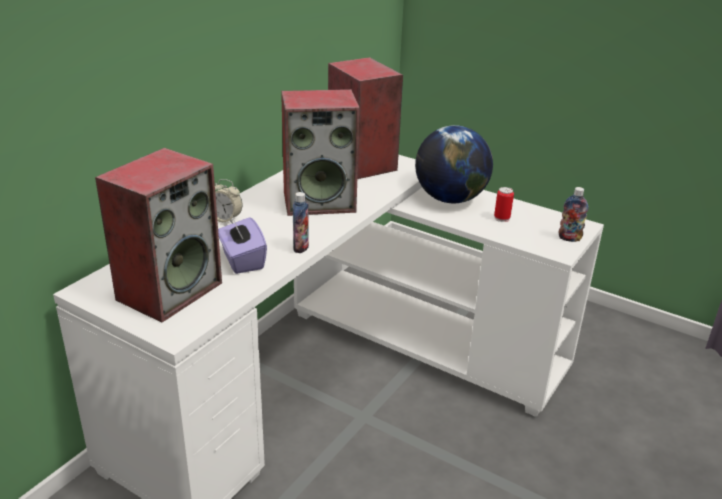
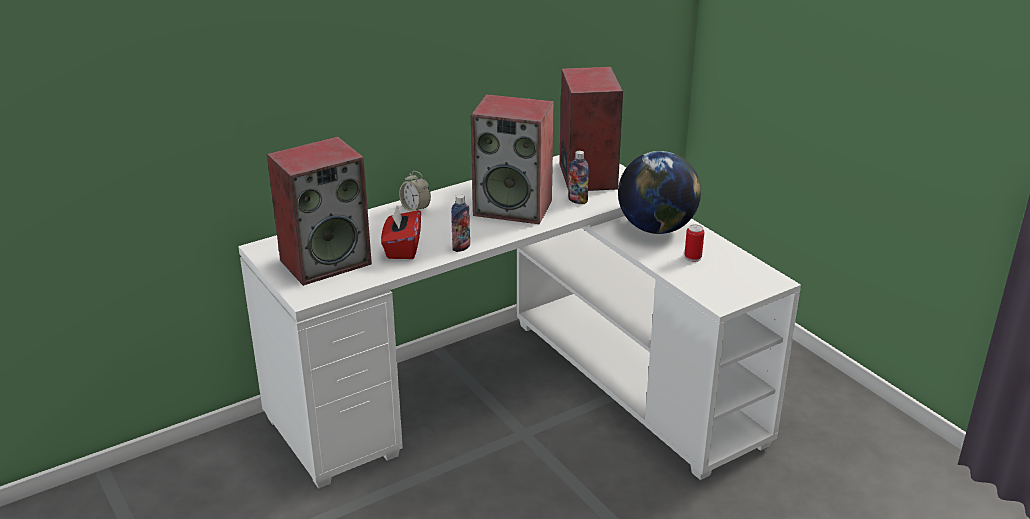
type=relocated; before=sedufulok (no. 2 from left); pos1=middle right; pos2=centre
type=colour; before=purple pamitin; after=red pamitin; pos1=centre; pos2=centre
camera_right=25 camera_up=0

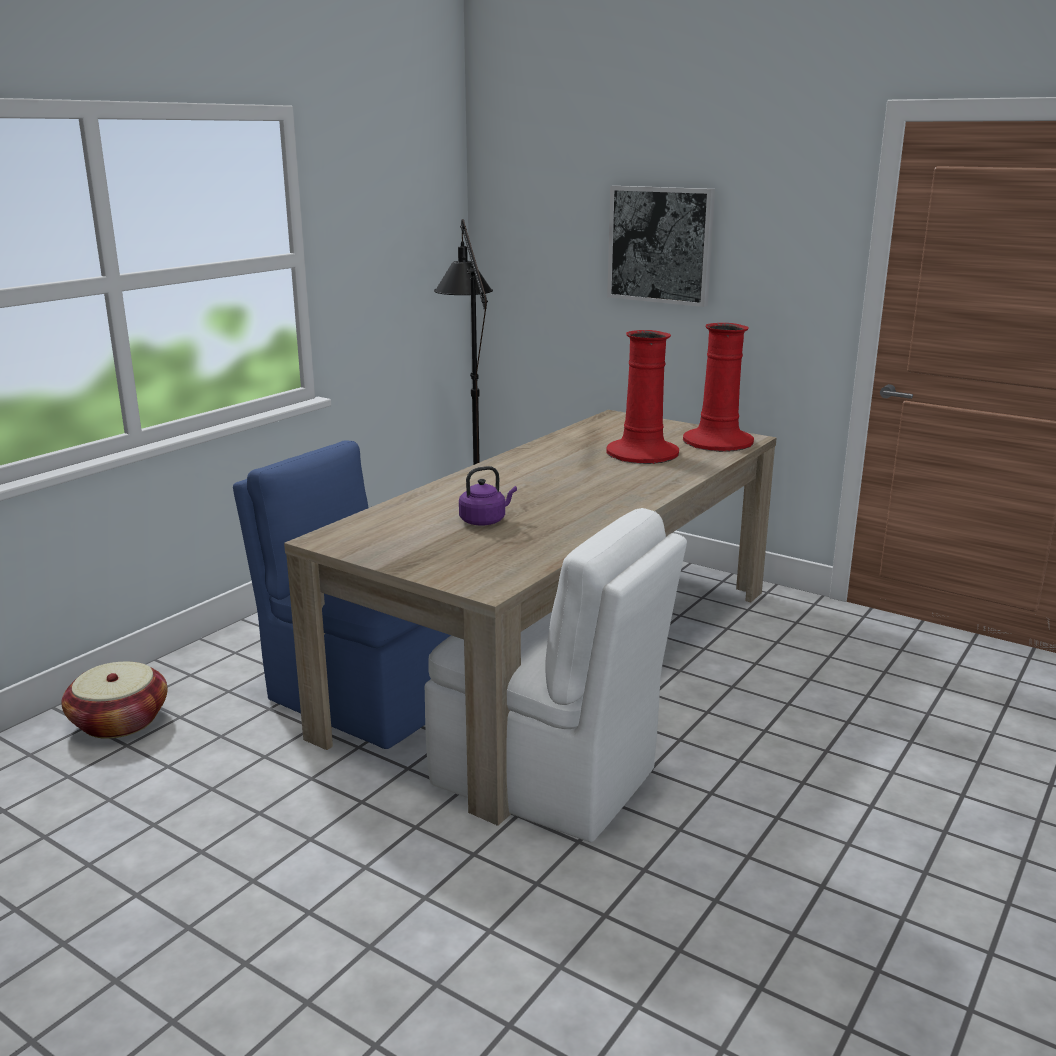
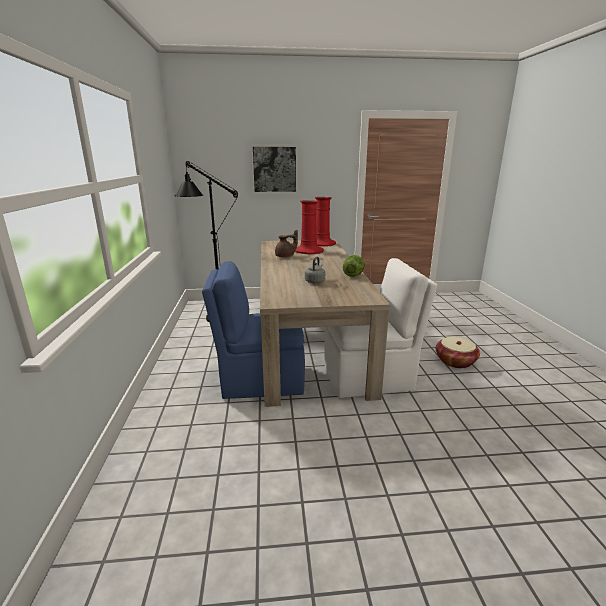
type=colour; before=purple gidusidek; after=grey gidusidek; pos1=centre; pos2=centre
type=relocated; before=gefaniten; pos1=middle left; pos2=middle right
type=appeared; after=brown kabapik; pos2=centre
type=appeared; after=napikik; pos2=centre
camera_right=-40 camera_up=0

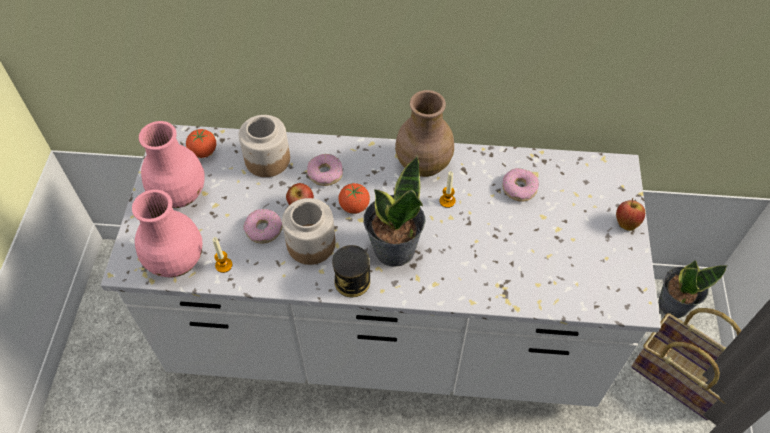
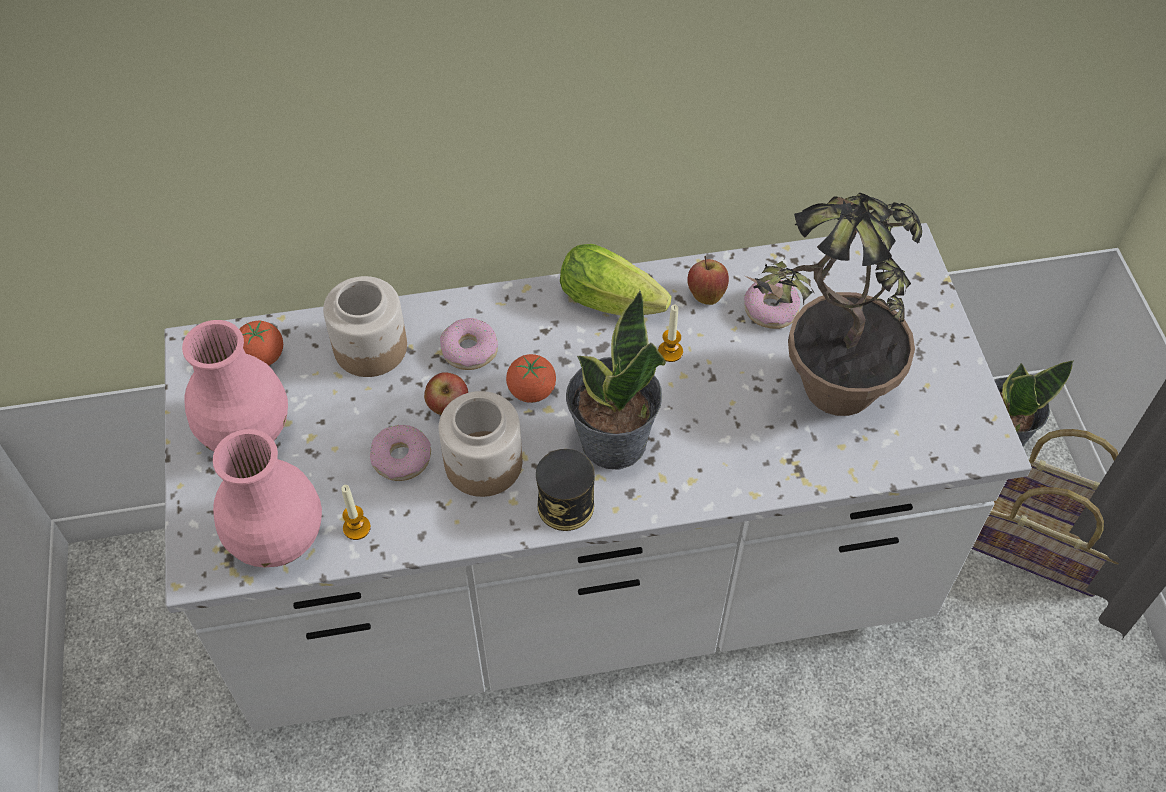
type=exchanged; before=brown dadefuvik; after=napikik; pos1=top centre; pos2=centre
type=relocated; before=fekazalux (no. 2 from left); pos1=middle right; pos2=centre
type=appeared; after=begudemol (no. 2 from left); pos2=middle right
camera_right=-15 camera_up=0

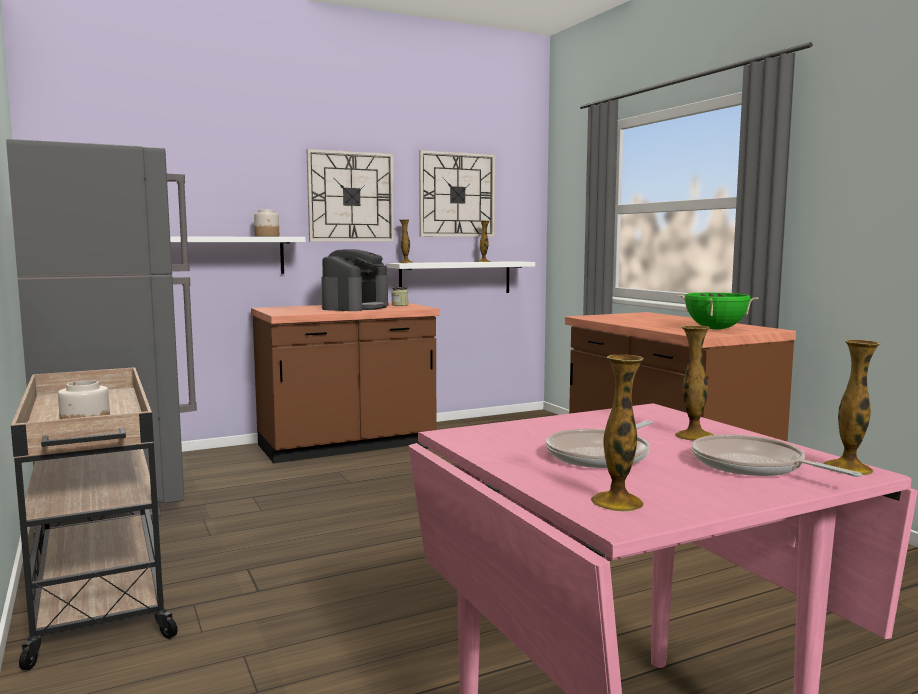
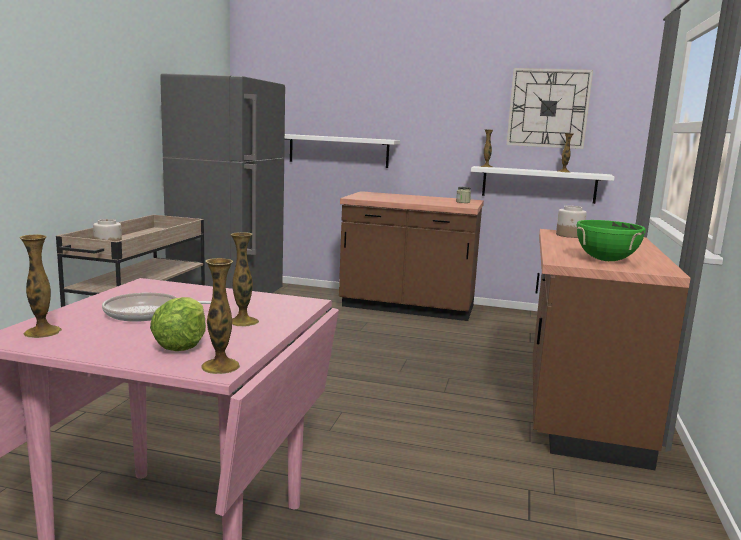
type=missing; before=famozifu (no. 1 from left); pos1=top centre
type=relocated; before=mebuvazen (no. 2 from left in the first image); after=mebuvazen (no. 3 from left); pos1=top left; pos2=middle right
type=missing; before=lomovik; pos1=centre
type=exchanged; before=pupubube (no. 2 from left); after=napikik; pos1=middle right; pos2=middle left
camera_right=40 camera_up=5

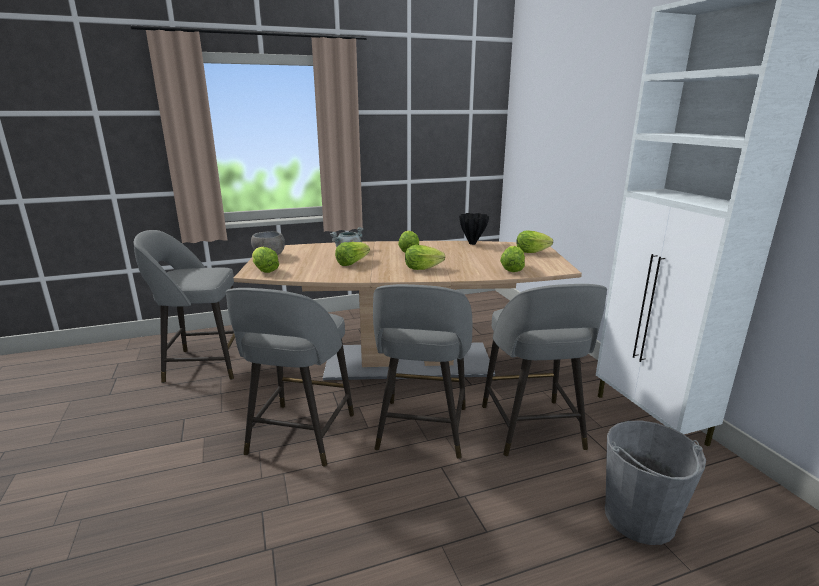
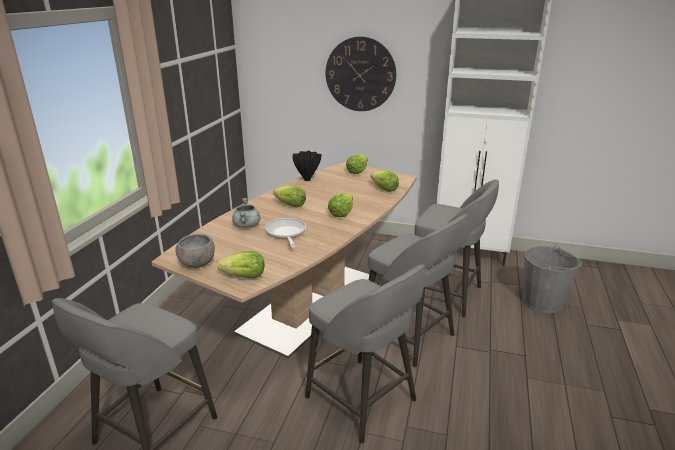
type=exchanged; before=napikik (no. 2 from left); after=pupubube; pos1=centre; pos2=centre
type=appeared; after=famozifu; pos2=top centre
camera_right=-55 camera_up=5

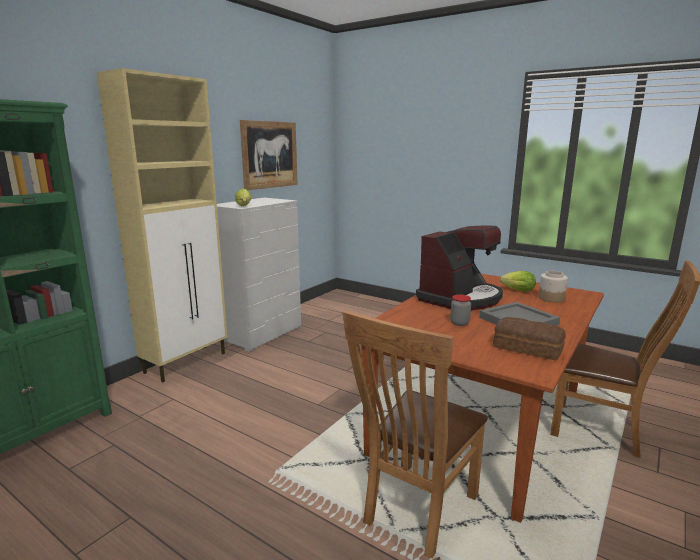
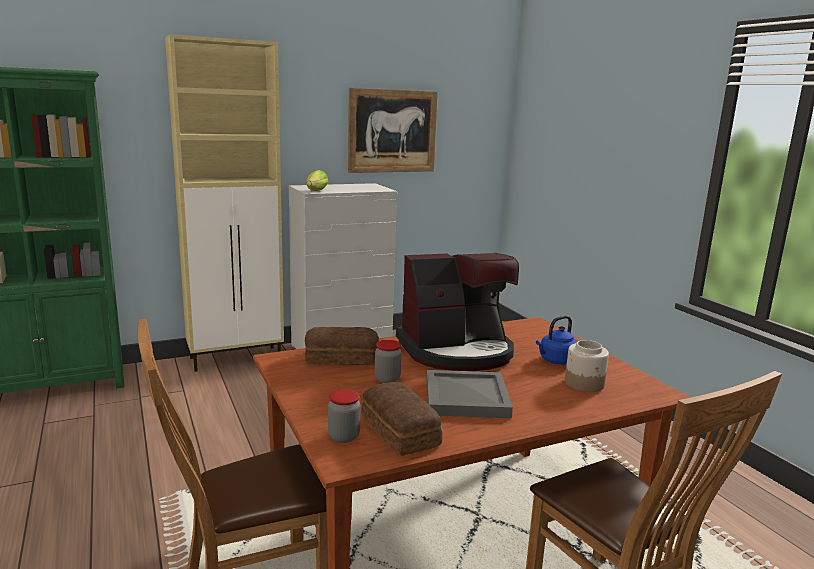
type=exchanged; before=napikik (no. 2 from left); after=blue gidusidek; pos1=middle right; pos2=middle right
type=appeared; after=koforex (no. 1 from left); pos2=centre
type=appeared; after=mebuvazen (no. 1 from left); pos2=bottom centre
camera_right=30 camera_up=0

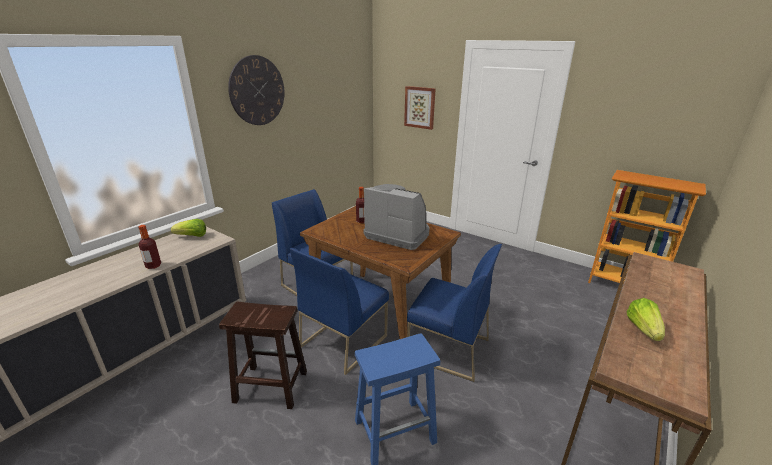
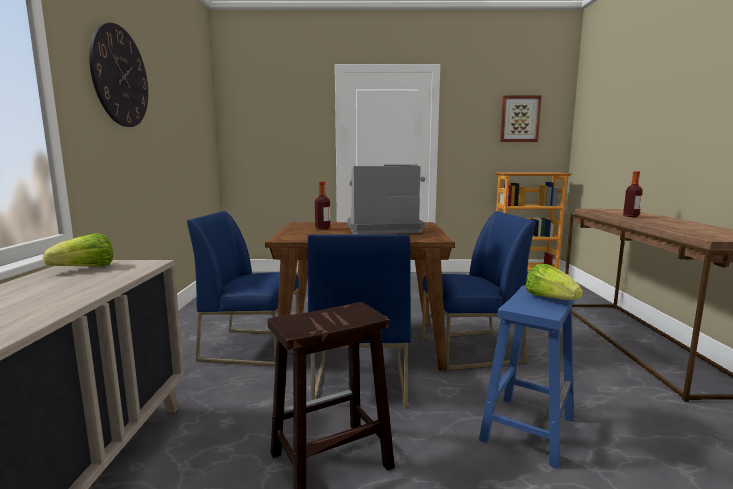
type=relocated; before=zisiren; pos1=top centre; pos2=top right
type=relocated; before=sedufulok (no. 1 from left in the first image); after=sedufulok (no. 2 from left); pos1=middle left; pos2=middle right
type=relocated; before=napikik (no. 2 from left); pos1=bottom right; pos2=middle right
camera_right=-35 camera_up=-15

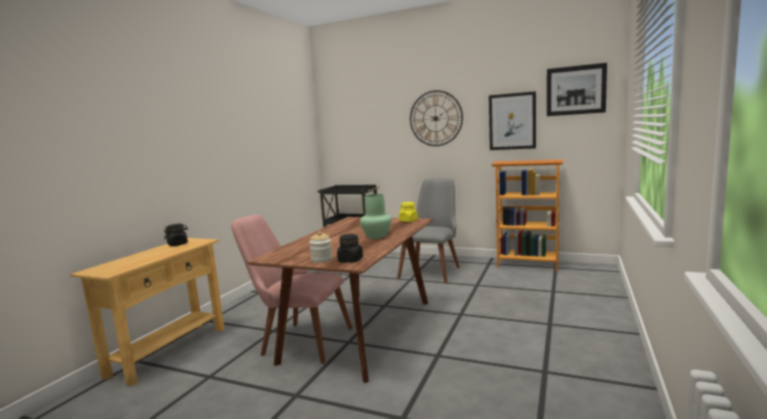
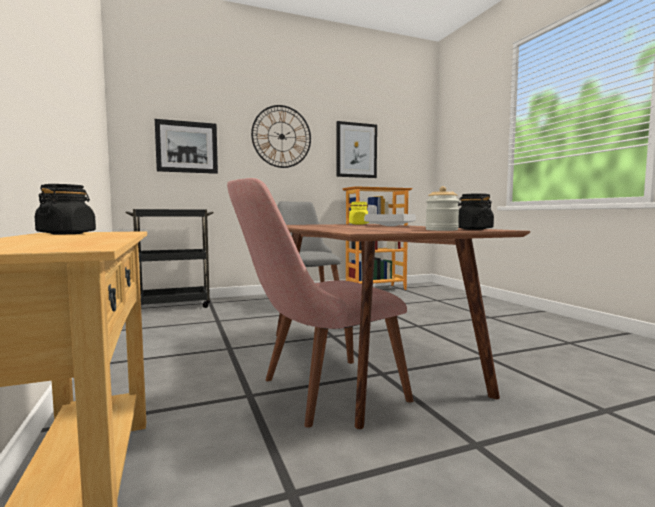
type=relocated; before=zisiren (no. 2 from left in the first image); after=zisiren (no. 1 from left); pos1=top right; pos2=top left
type=exchanged; before=green dadefuvik; after=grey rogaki; pos1=centre; pos2=centre
camera_right=-45 camera_up=-5

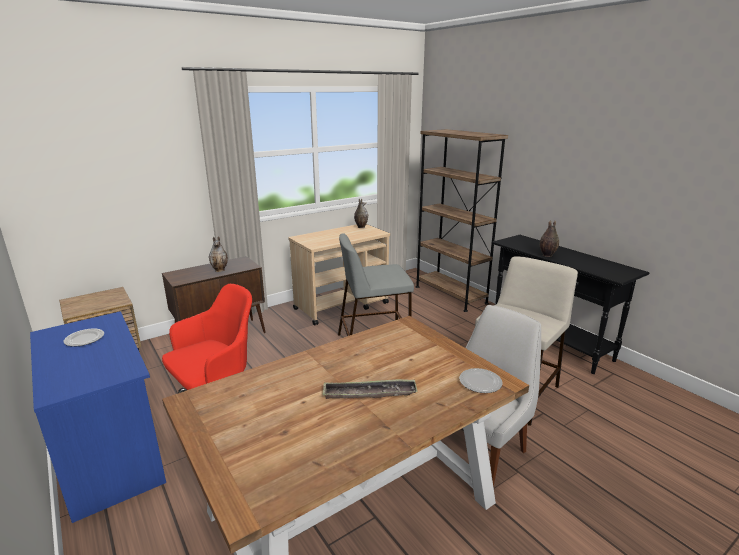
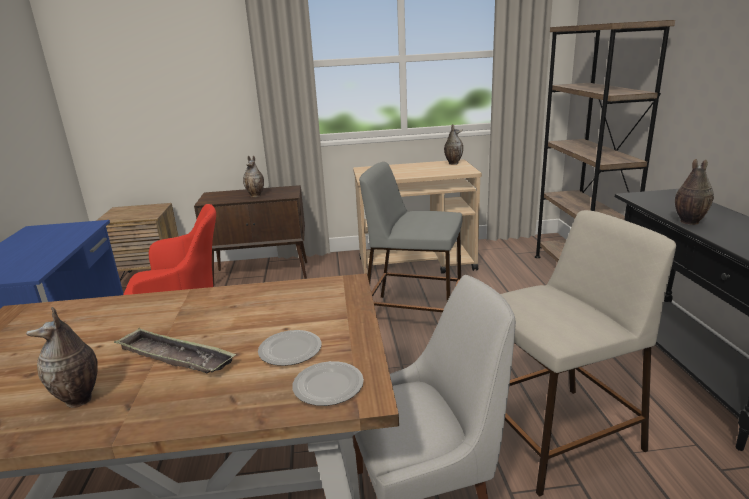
type=relocated; before=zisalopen (no. 1 from left); pos1=middle left; pos2=bottom centre
type=appeared; after=dadefuvik (no. 1 from left); pos2=bottom left
camera_right=30 camera_up=0

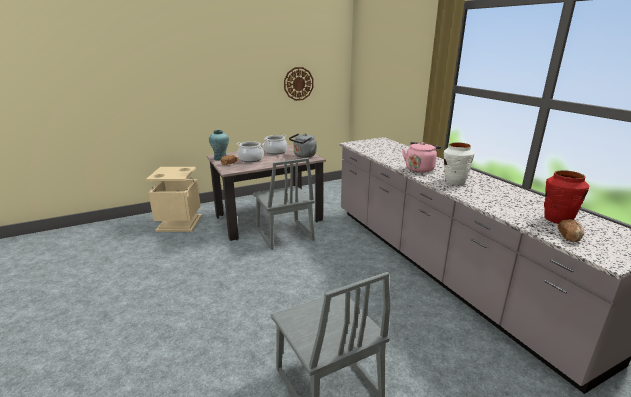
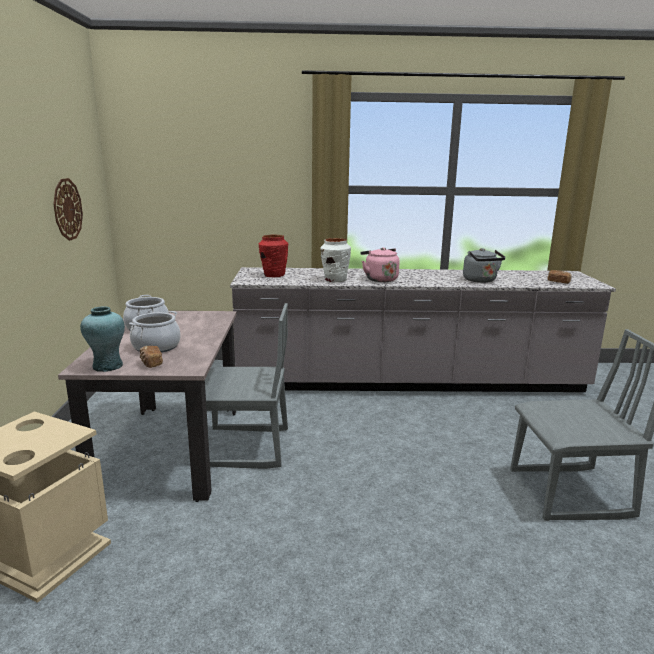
type=relocated; before=grey gidusidek; pos1=centre; pos2=middle right
type=relocated; before=white dadefuvik; pos1=middle right; pos2=centre
type=relocated; before=red dadefuvik; pos1=middle right; pos2=centre
camera_right=-65 camera_up=-5

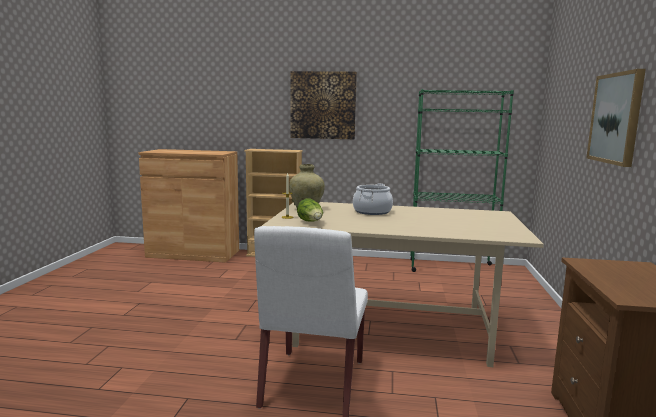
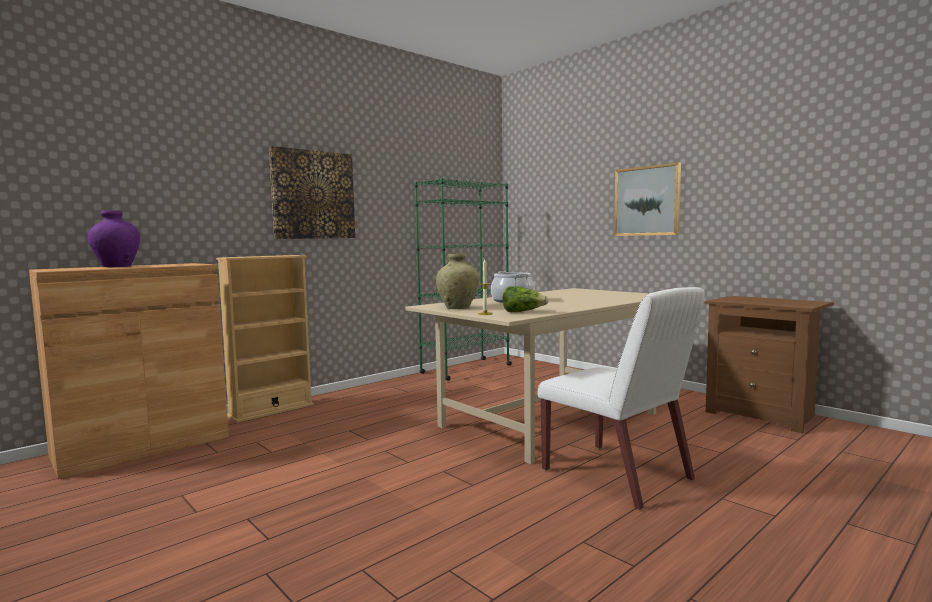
type=appeared; after=purple dadefuvik; pos2=middle left
camera_right=-50 camera_up=-5

